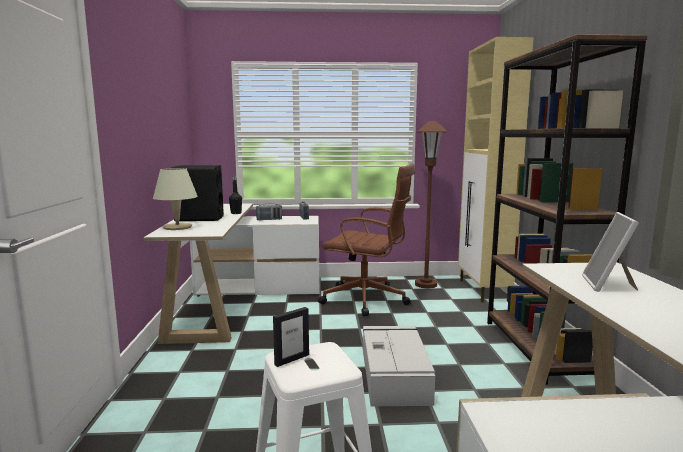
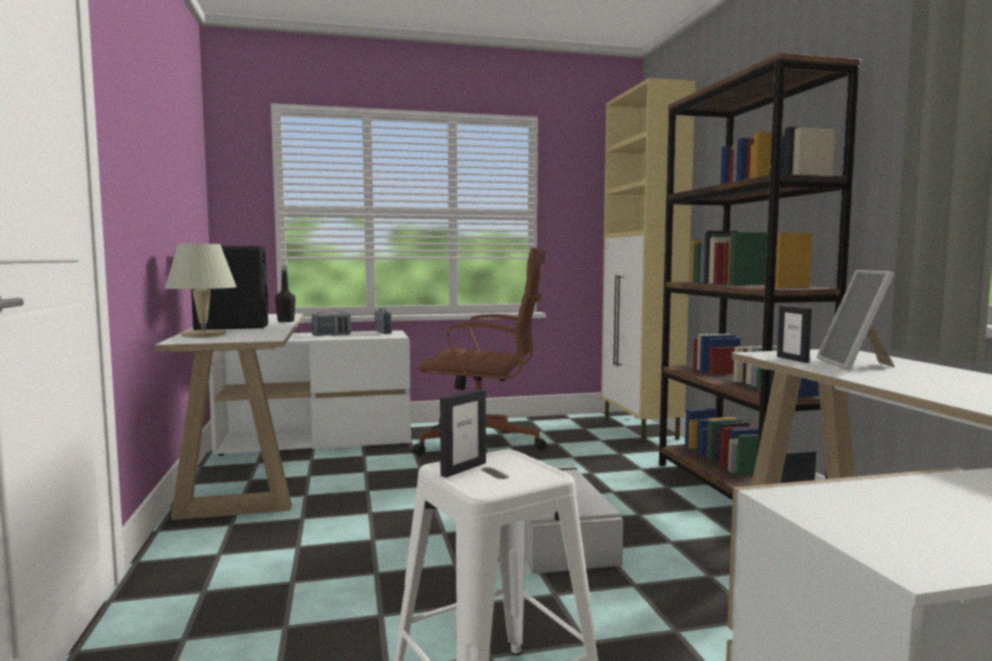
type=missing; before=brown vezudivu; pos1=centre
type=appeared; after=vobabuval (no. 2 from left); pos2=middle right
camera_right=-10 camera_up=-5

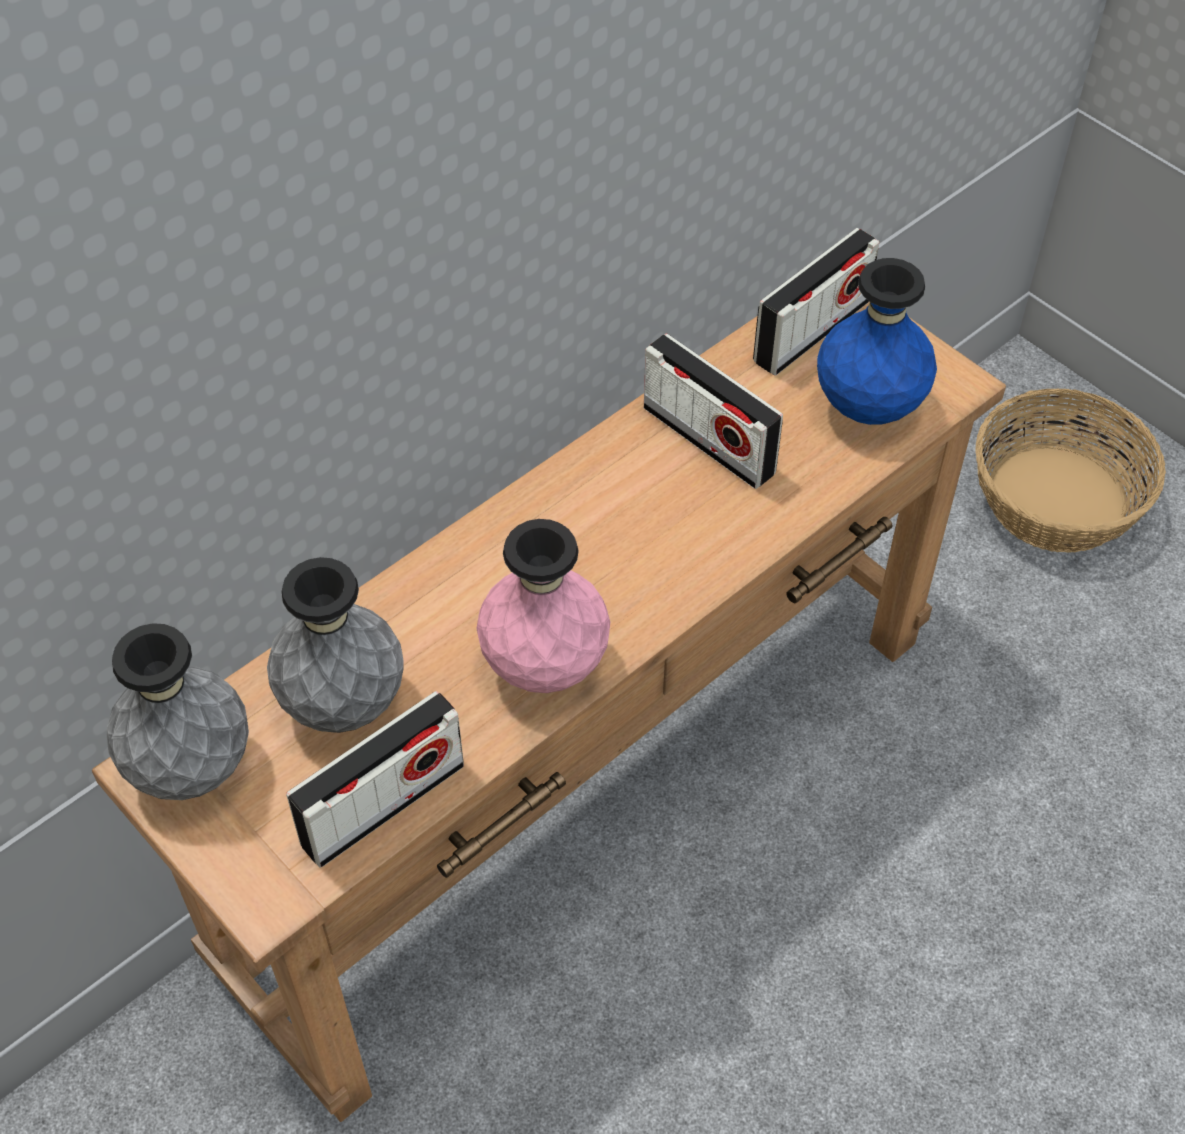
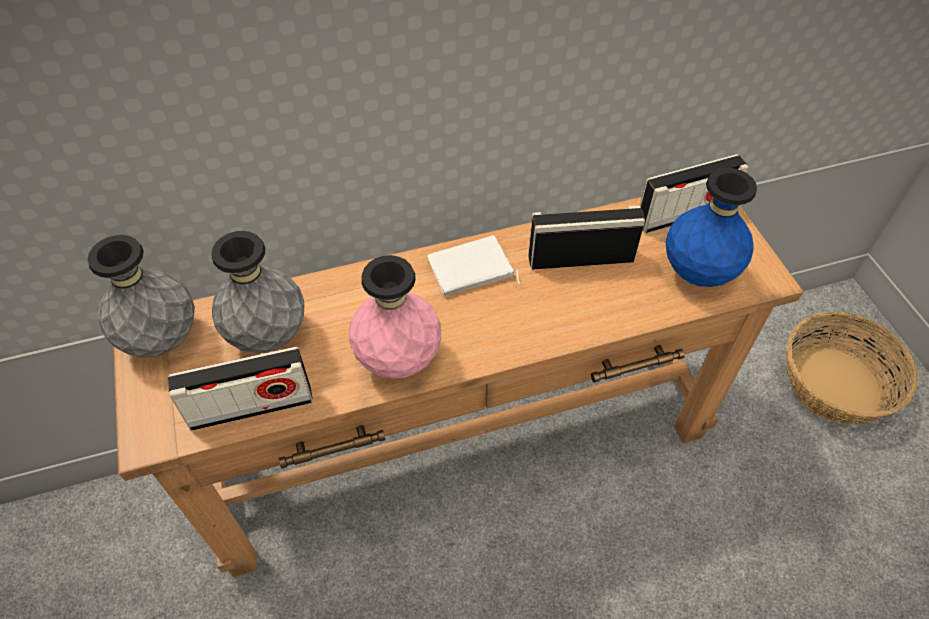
type=spun; before=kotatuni (no. 2 from left); pos1=centre; pos2=centre; turn=105
type=appeared; after=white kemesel; pos2=centre
camera_right=25 camera_up=0

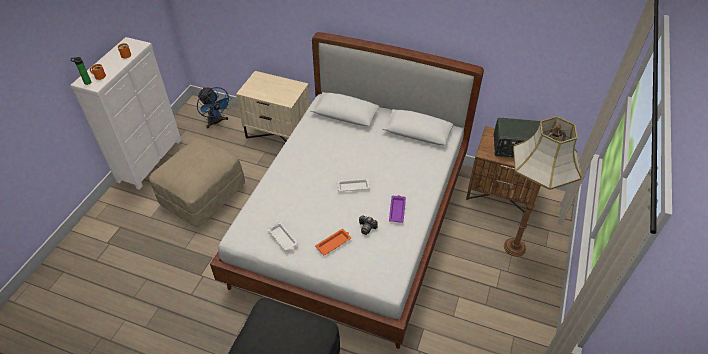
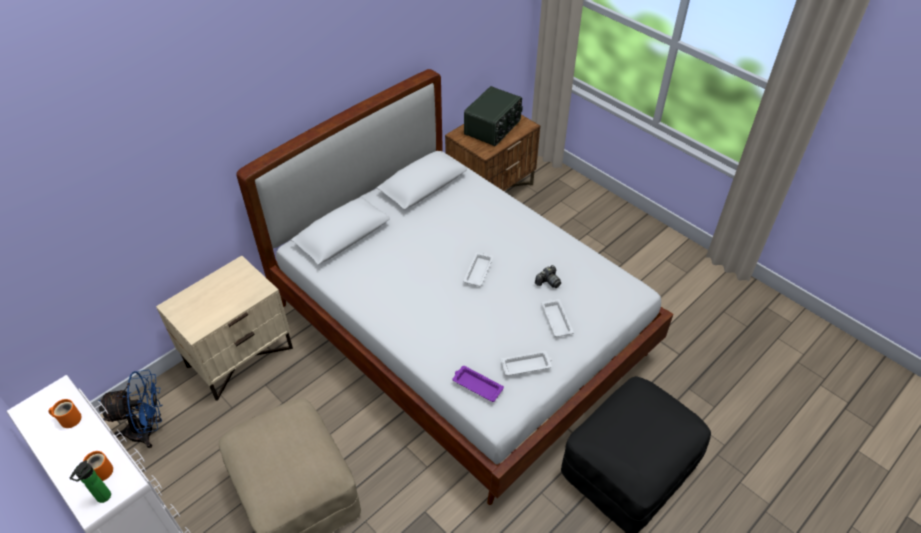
type=missing; before=vezudivu; pos1=middle right
type=relocated; before=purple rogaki; pos1=centre; pos2=bottom centre
type=colour; before=orange rogaki; after=white rogaki (no. 3 from left); pos1=bottom centre; pos2=centre
camera_right=-65 camera_up=0

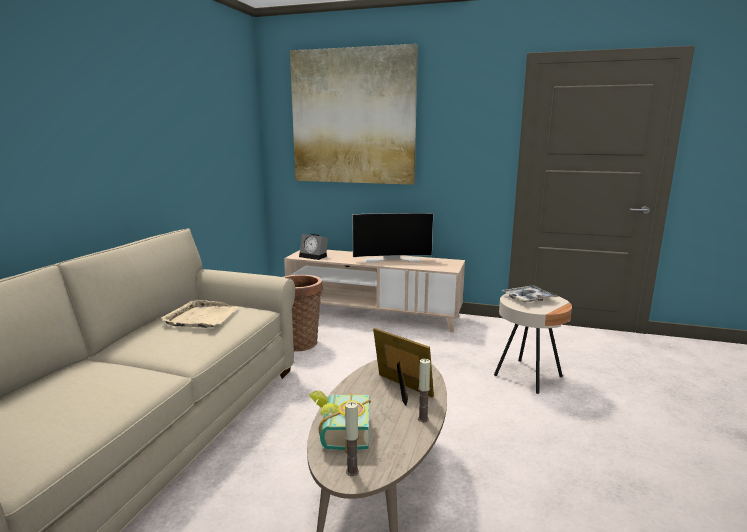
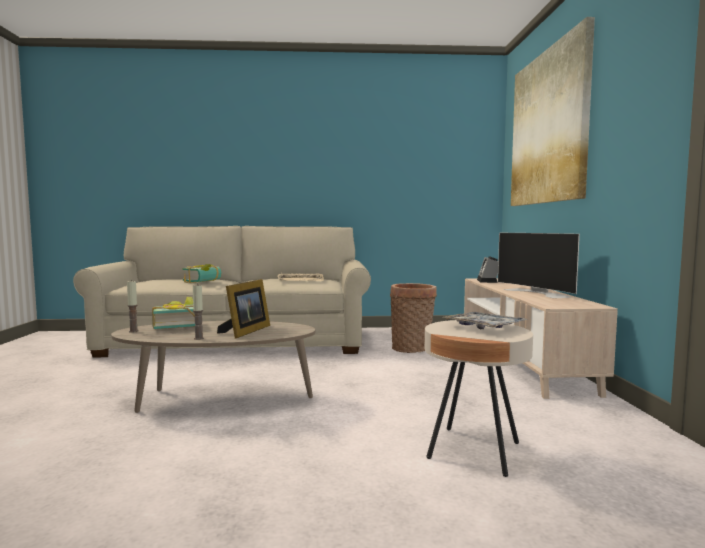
type=appeared; after=kemesel (no. 2 from left); pos2=middle left
camera_right=70 camera_up=-10

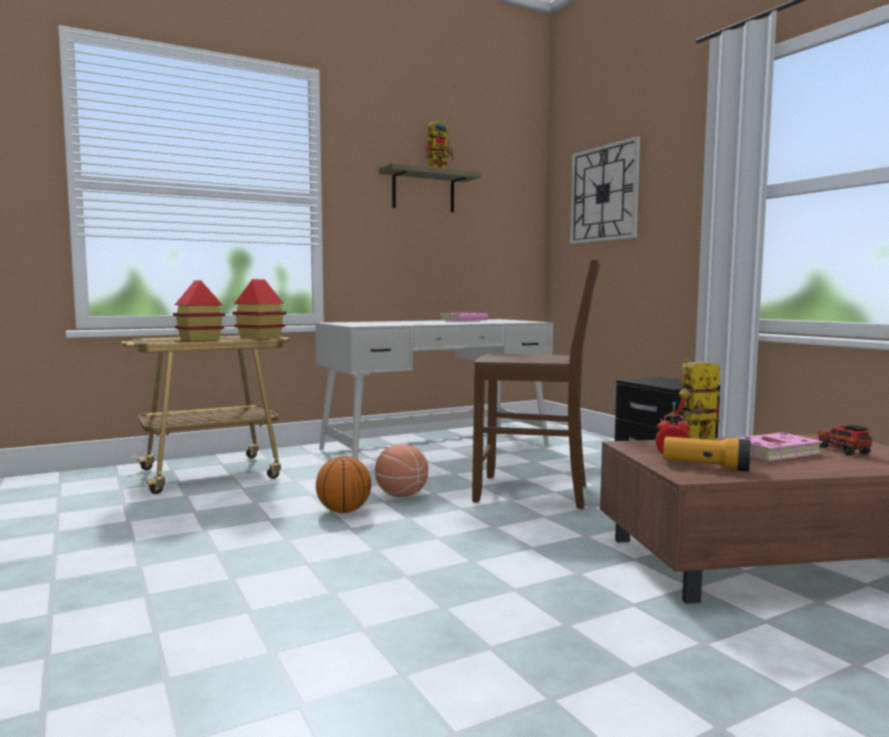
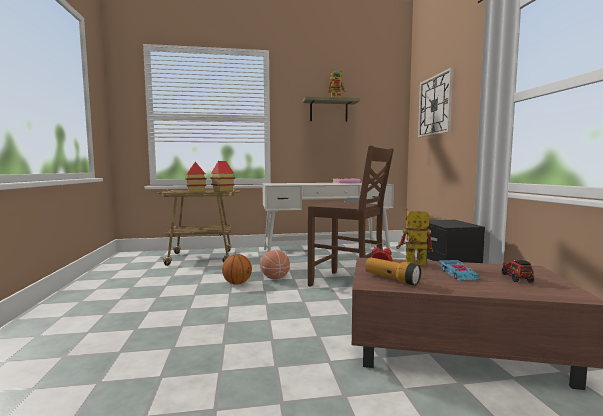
type=exchanged; before=pink kemesel (no. 2 from left); after=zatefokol; pos1=middle right; pos2=middle right
camera_right=20 camera_up=0

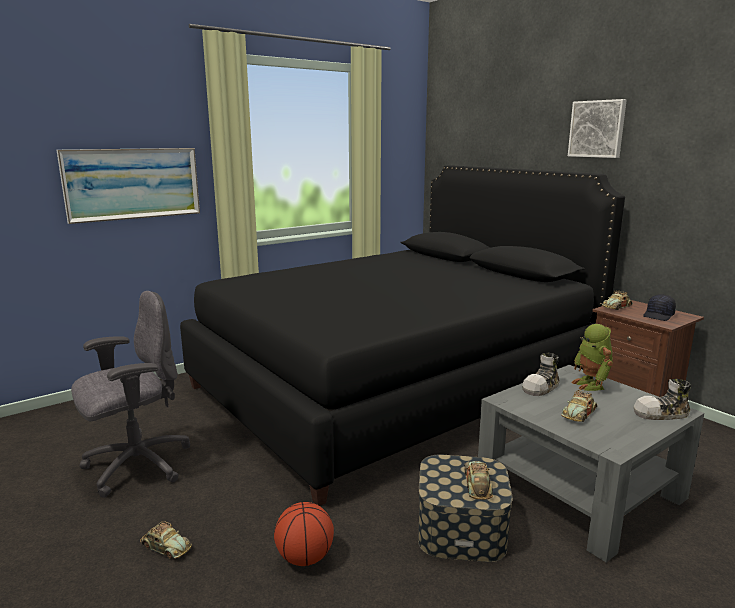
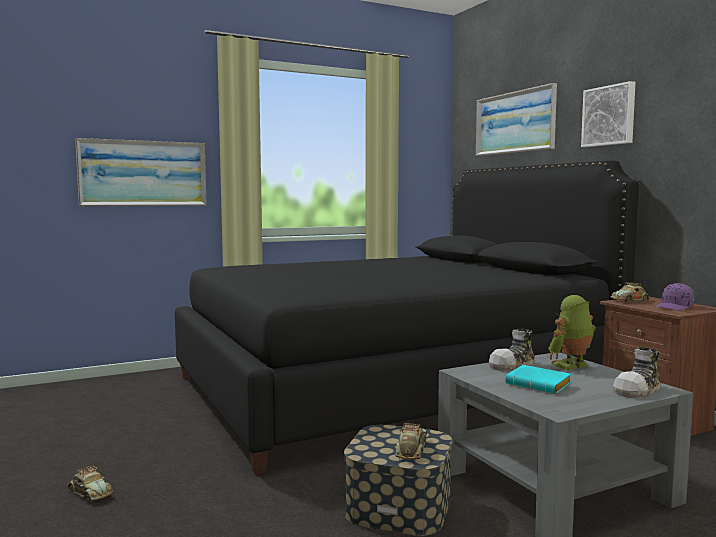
type=missing; before=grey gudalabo; pos1=middle left
type=colour; before=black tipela; after=purple tipela; pos1=middle right; pos2=middle right
type=spun; before=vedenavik; pos1=middle right; pos2=middle right; turn=60
type=spun; before=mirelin (no. 2 from left); pos1=middle right; pos2=bottom right; turn=-45
type=exchanged; before=zatefokol (no. 3 from left); after=turquoise kemesel; pos1=bottom right; pos2=bottom right
type=missing; before=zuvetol; pos1=bottom centre
type=appeared; after=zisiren (no. 2 from left); pos2=top right
camera_right=10 camera_up=-10

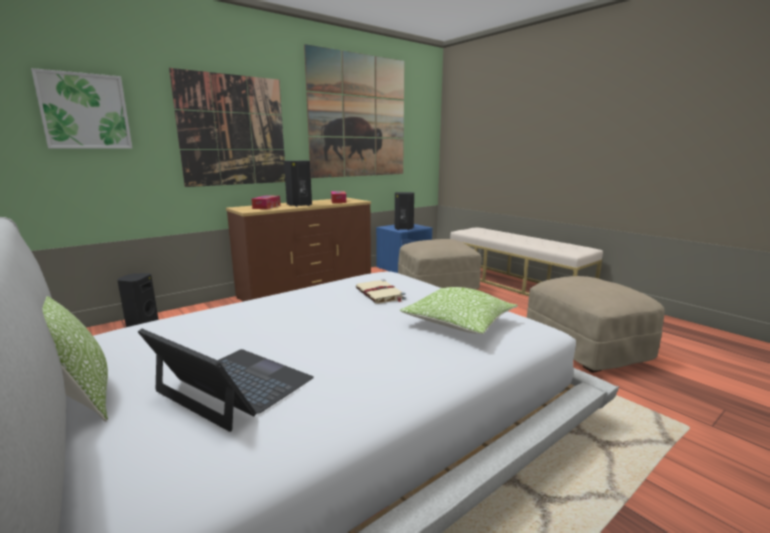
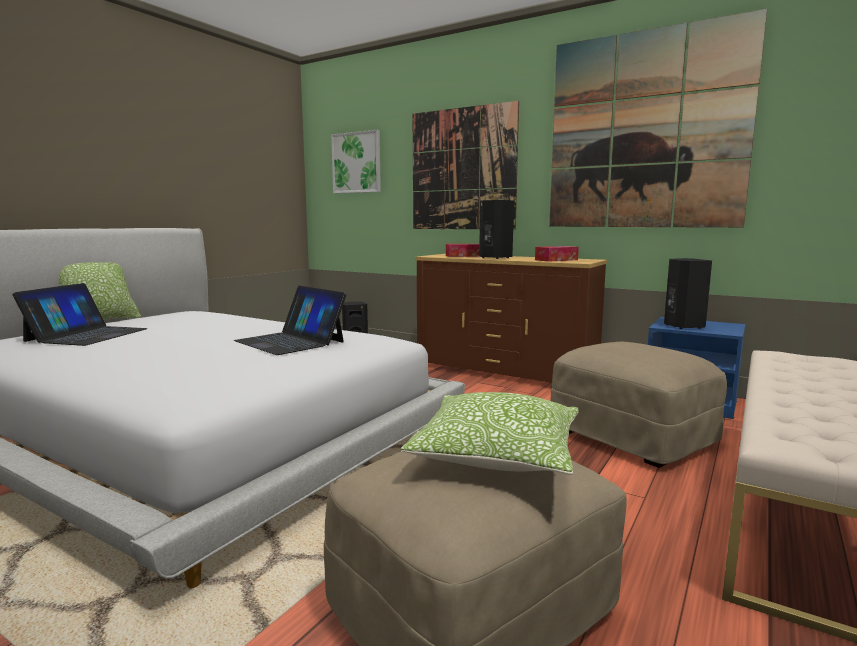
type=exchanged; before=beige kemesel; after=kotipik (no. 2 from left); pos1=centre; pos2=centre
type=relocated; before=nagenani (no. 2 from left); pos1=centre; pos2=bottom centre
camera_right=70 camera_up=-5

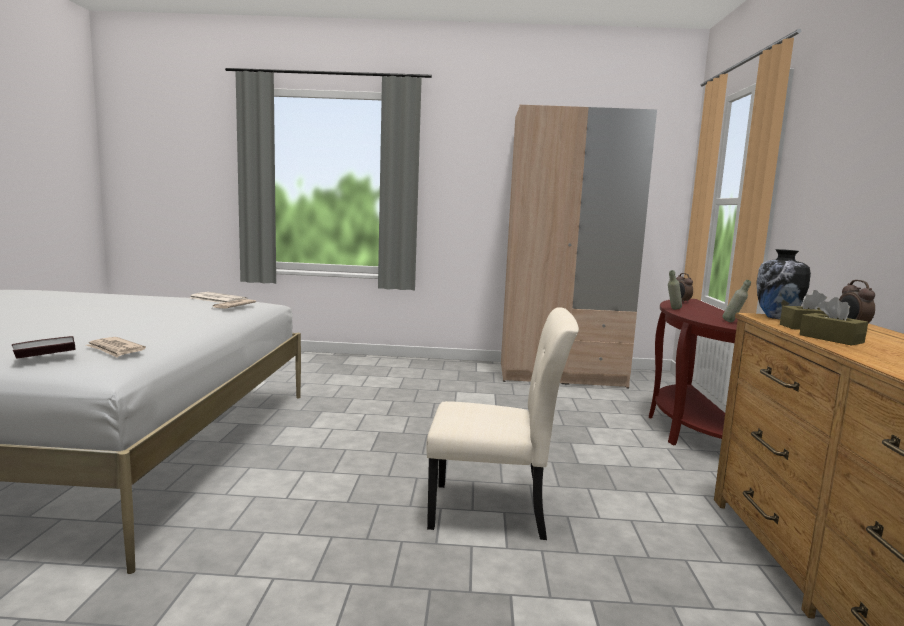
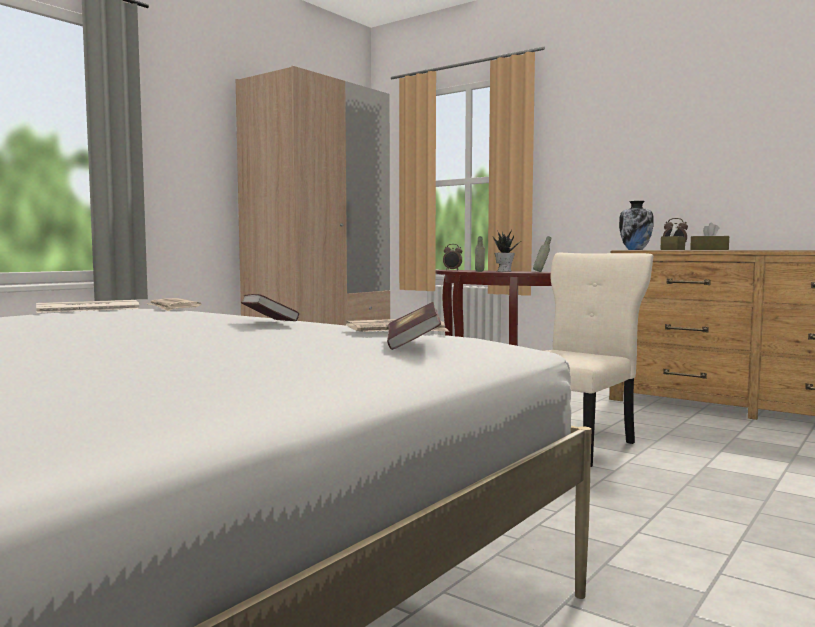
type=appeared; after=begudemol; pos2=centre
type=appeared; after=kemesel (no. 1 from left); pos2=middle left
camera_right=-55 camera_up=-5

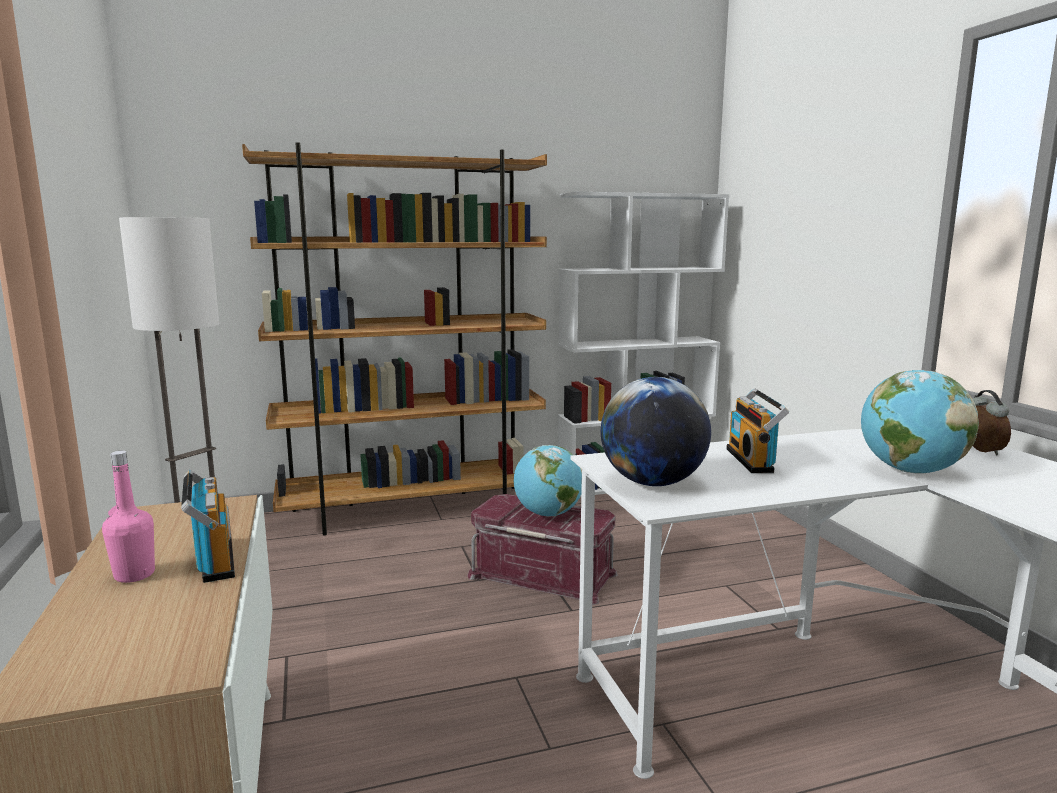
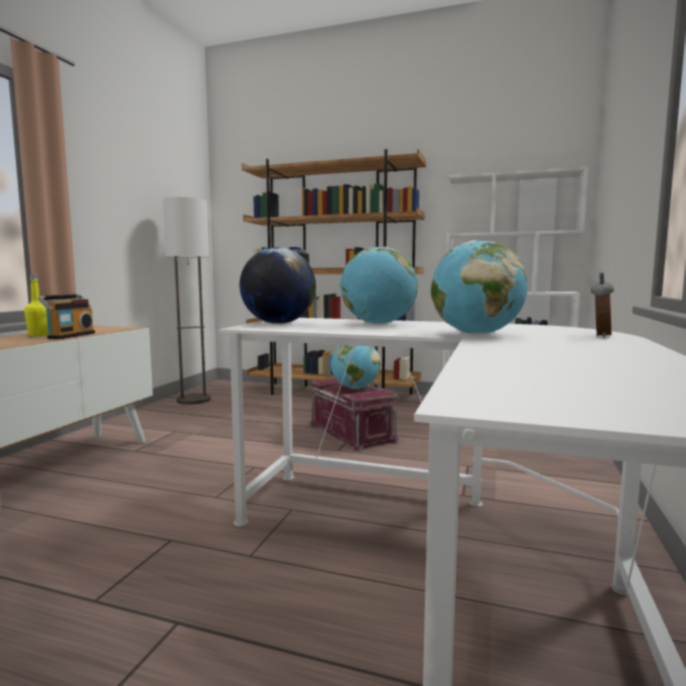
type=exchanged; before=kotatuni (no. 2 from left); after=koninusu (no. 3 from left); pos1=middle right; pos2=centre
type=colour; before=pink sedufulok; after=yellow sedufulok; pos1=middle left; pos2=middle left
camera_right=35 camera_up=-5

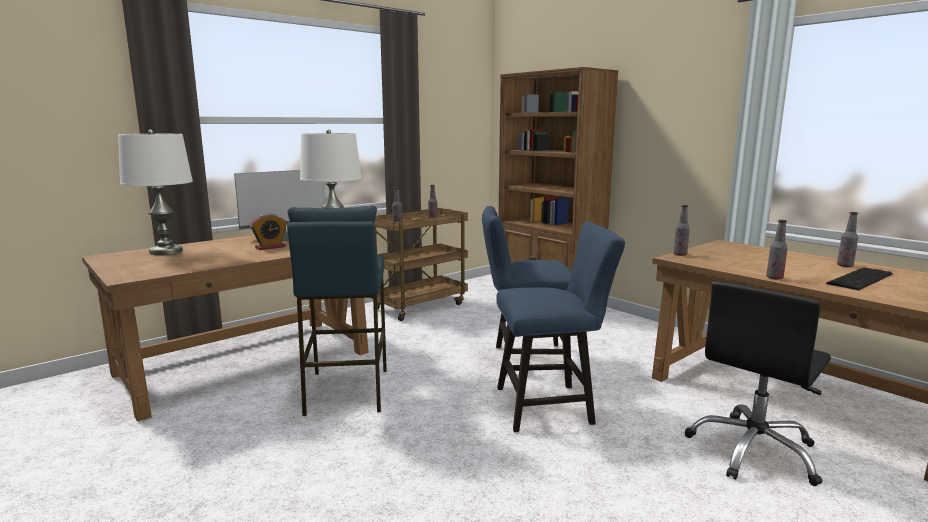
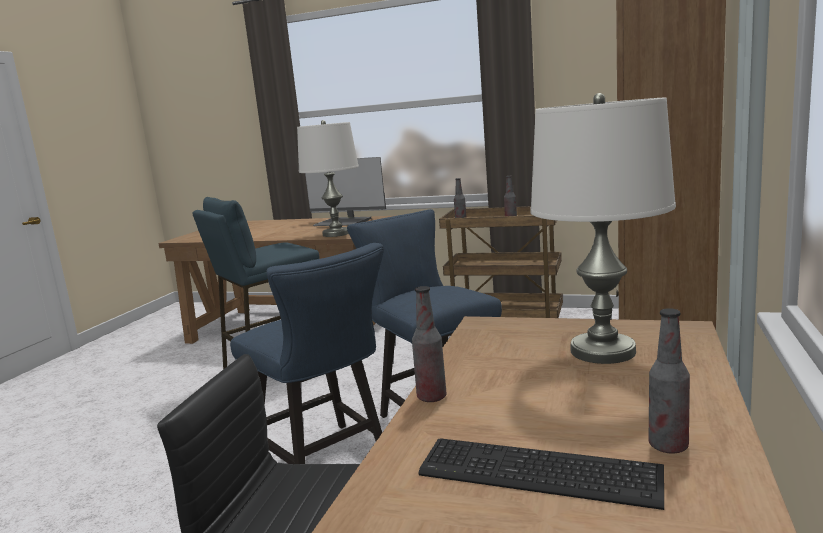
type=relocated; before=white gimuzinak (no. 1 from left in the first image); after=white gimuzinak (no. 2 from left); pos1=middle left; pos2=middle right
type=missing; before=sedufulok (no. 3 from left); pos1=middle right
type=missing; before=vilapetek; pos1=middle left
camera_right=60 camera_up=0

